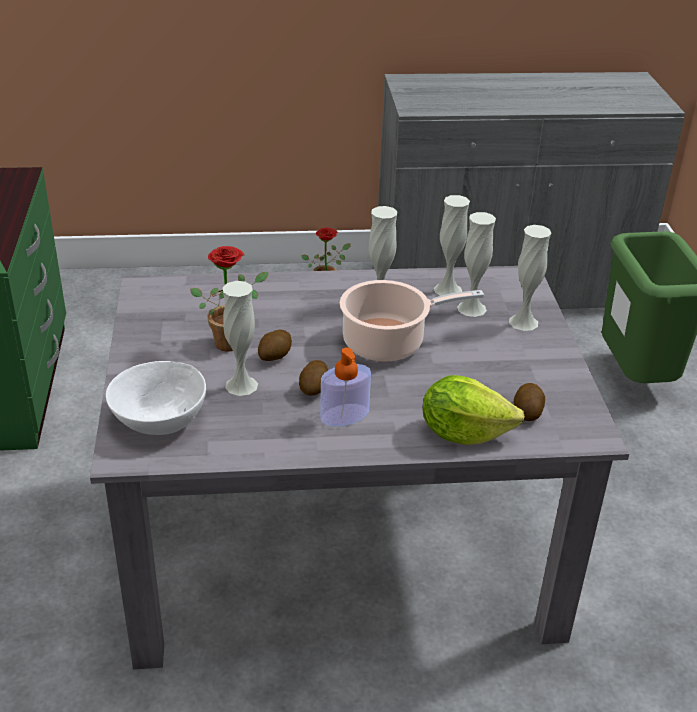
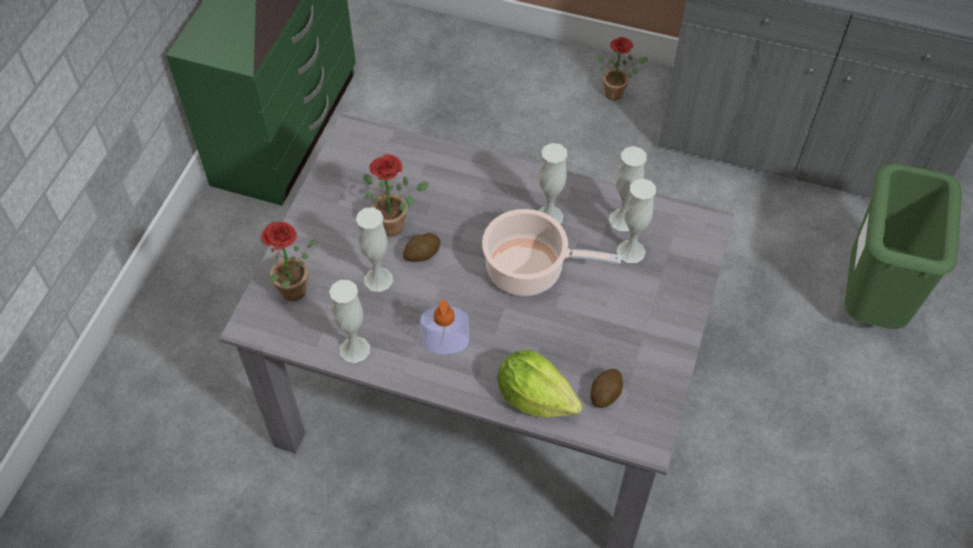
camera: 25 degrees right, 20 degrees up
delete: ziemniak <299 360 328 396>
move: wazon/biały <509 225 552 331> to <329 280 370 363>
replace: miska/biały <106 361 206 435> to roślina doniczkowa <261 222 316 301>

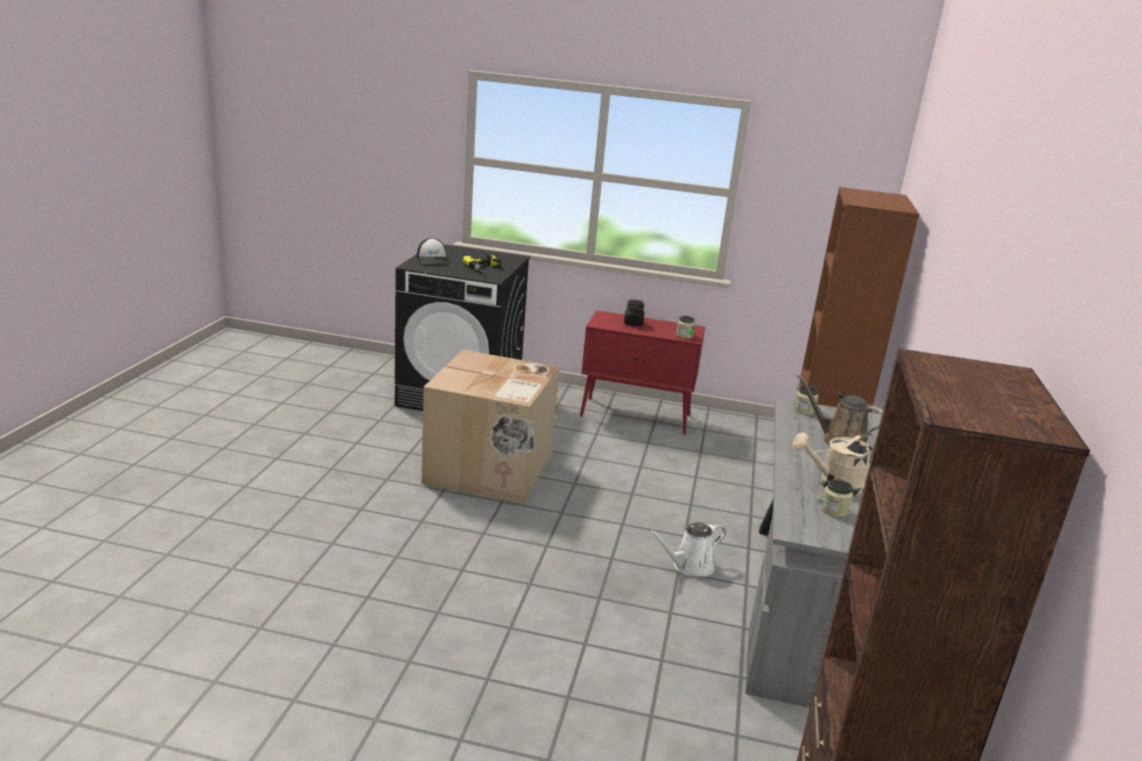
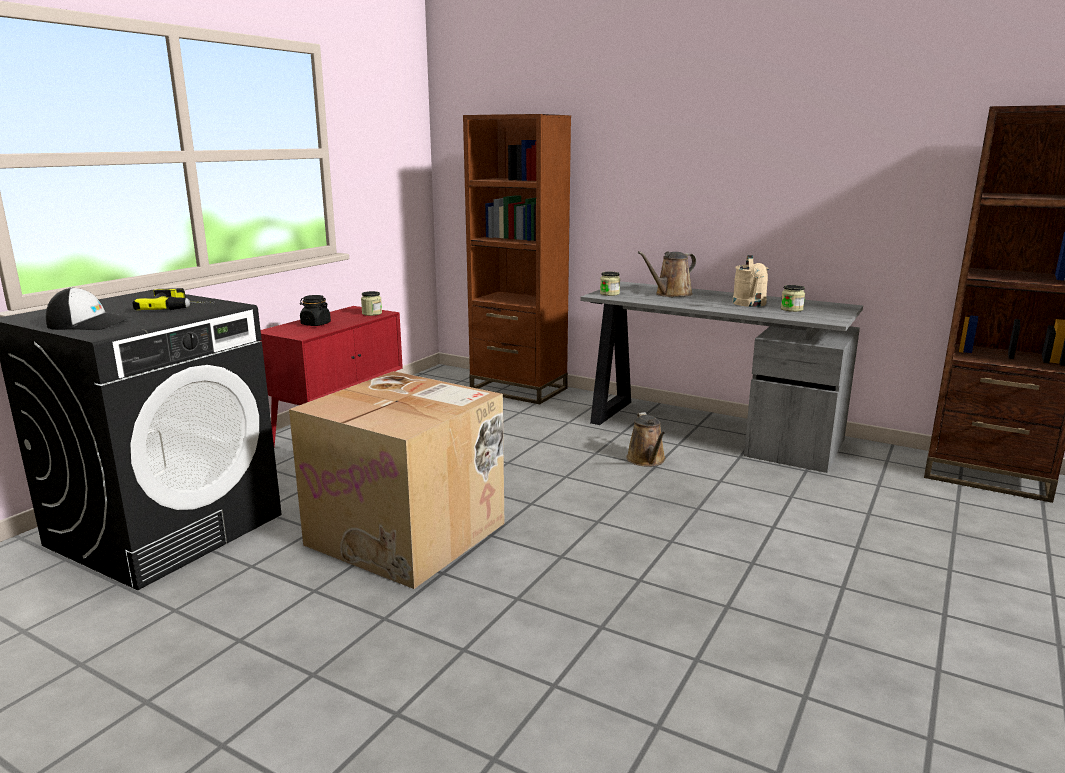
camera: 70 degrees left, 5 degrees down
recolor: konewka/biały <649 522 726 577> to konewka/brązowy <626 412 666 466>

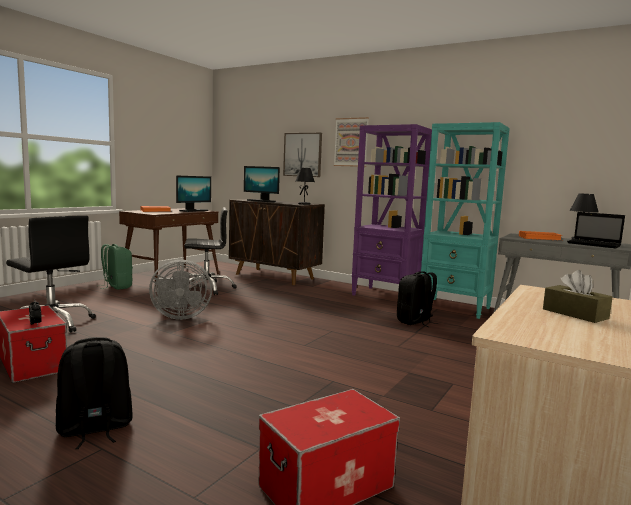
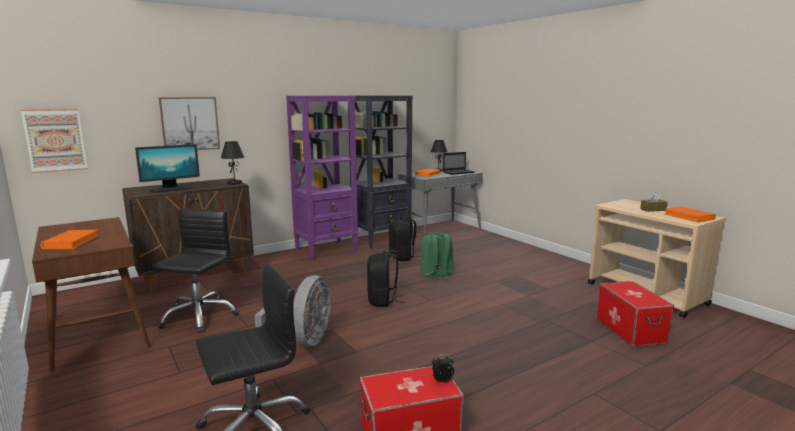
camera: 65 degrees left, 5 degrees up
delete: monitor <176 175 211 212>
insert: książka/pomarańczowy <665 206 716 222>
move: plecak/czarny <56 337 133 449> to <367 250 404 307>; plecak/zielony <101 244 133 290> to <420 232 454 281>; obraz <334 117 369 167> to <21 109 88 173>
recolor: regał/turkusowy <421 122 510 319> to regał/czarny <348 96 413 249>

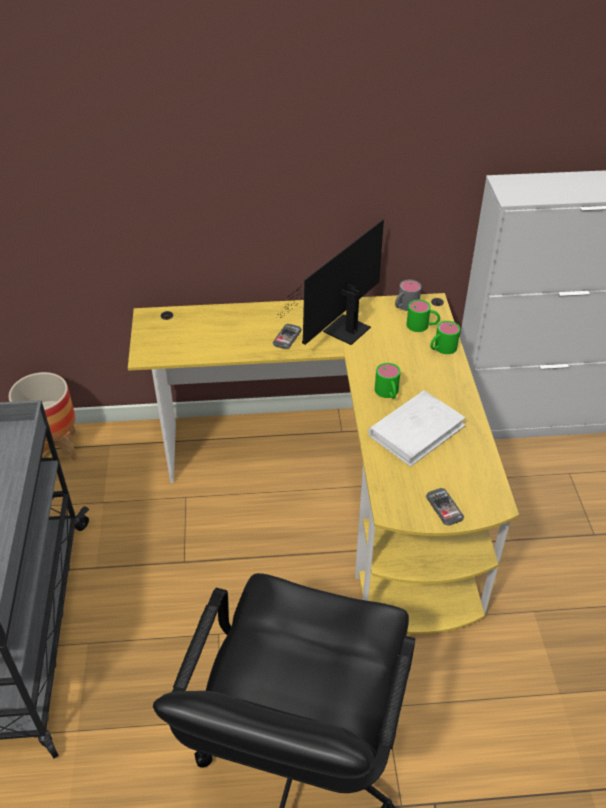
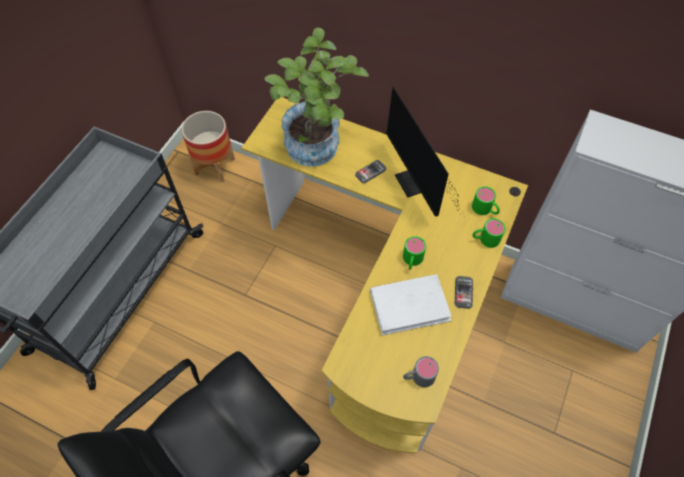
camera: 30 degrees right, 15 degrees up
insert: roślina doniczkowa <264 27 369 166>
move: kubek/szary <395 280 421 311> to <403 356 439 387>; telefon <426 488 464 526> to <455 276 473 309>
rotate: monitor <275 219 384 345> = <386 87 465 217> 90 degrees counterclockwise

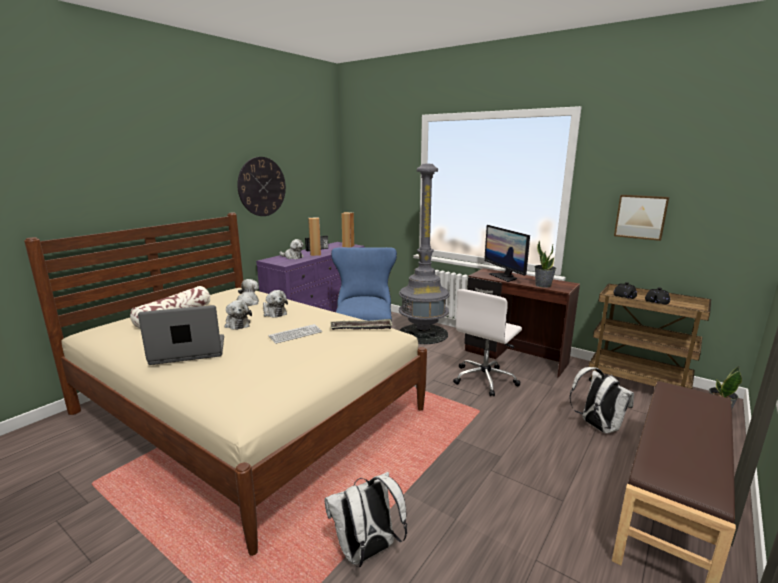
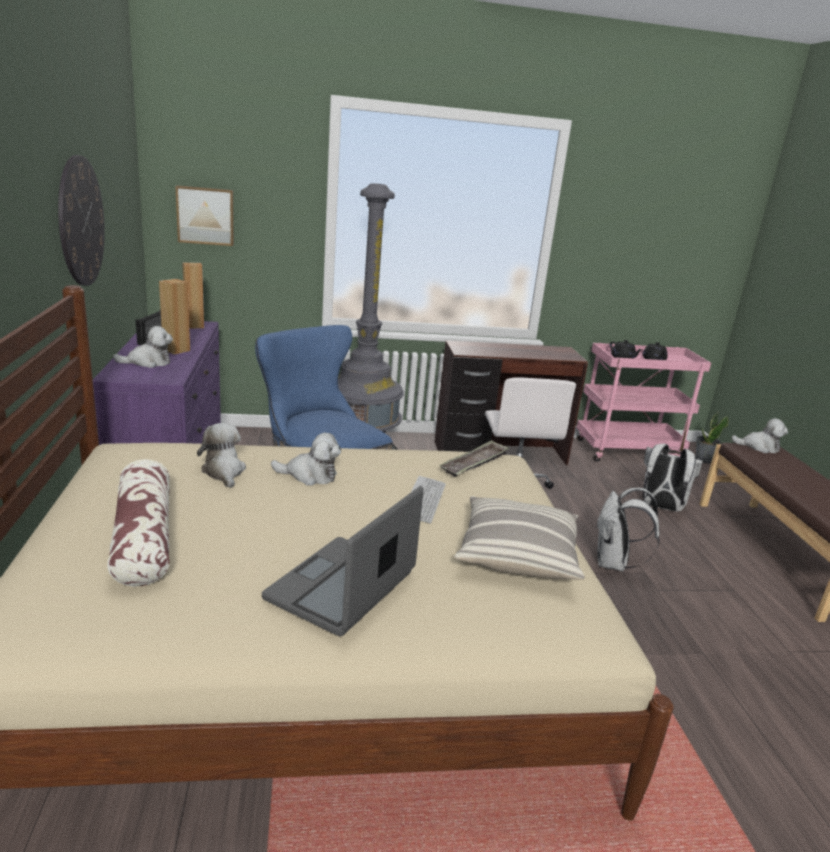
camera: 45 degrees left, 5 degrees up
delete: monitor <484 225 530 282>; roślina doniczkowa <535 241 556 288>
insert: poduszka <454 496 585 580>
move: pluszak <224 300 252 330> to <731 418 788 454>; plecak/biały <324 472 407 567> to <596 488 660 572>; obraz <614 195 669 241> to <175 185 234 246>
recolor: wózek/brązowy <589 283 711 389> to wózek/różowy <576 343 711 461>

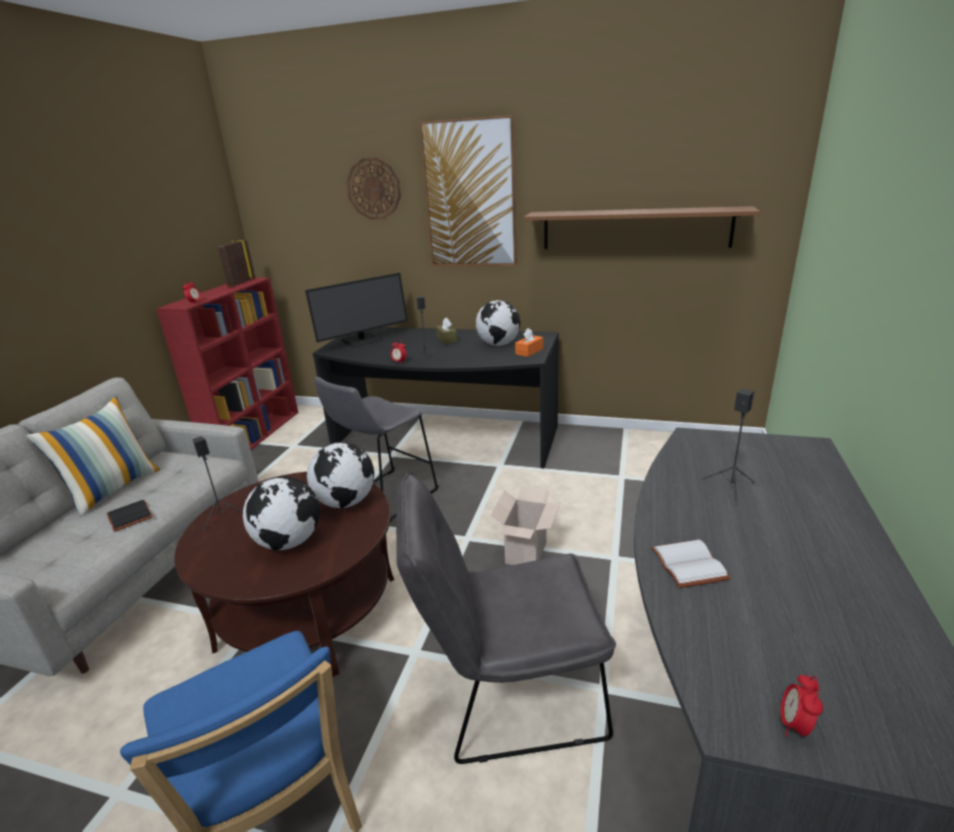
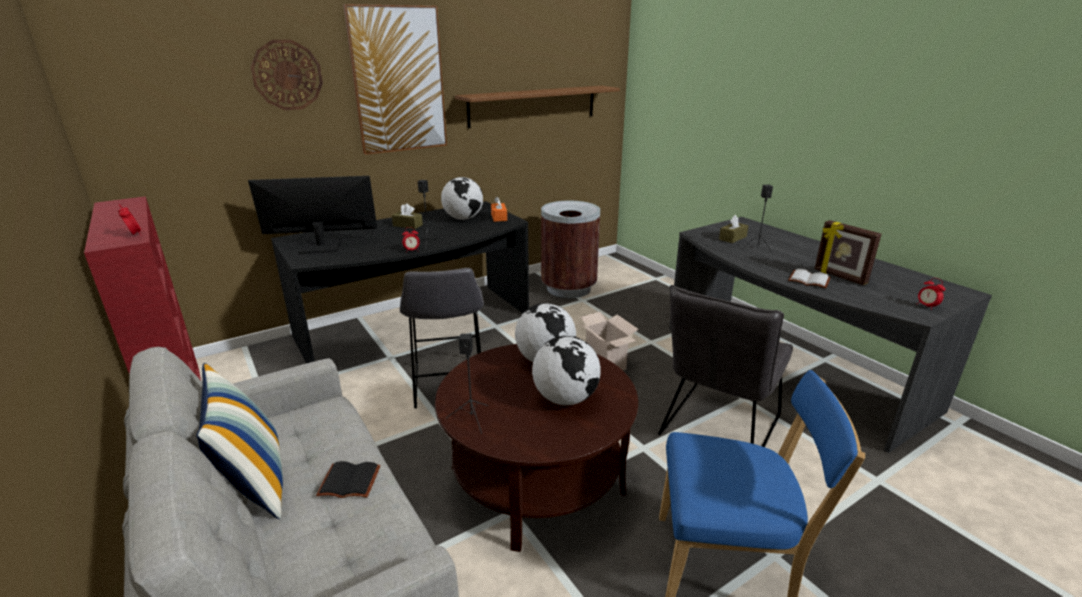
camera: 50 degrees left, 0 degrees up
insert: kosz na śmieci/brązowy <541 201 600 298>; pudełko chusteczek/brązowy <719 215 748 243>
move: ramka na zdjęcie <218 240 255 286> to <814 220 882 285>
rotate: monitor <305 273 408 348> = <248 176 377 254> 105 degrees counterclockwise

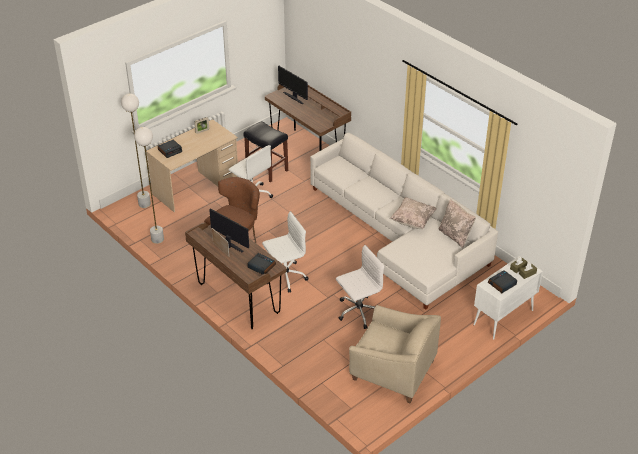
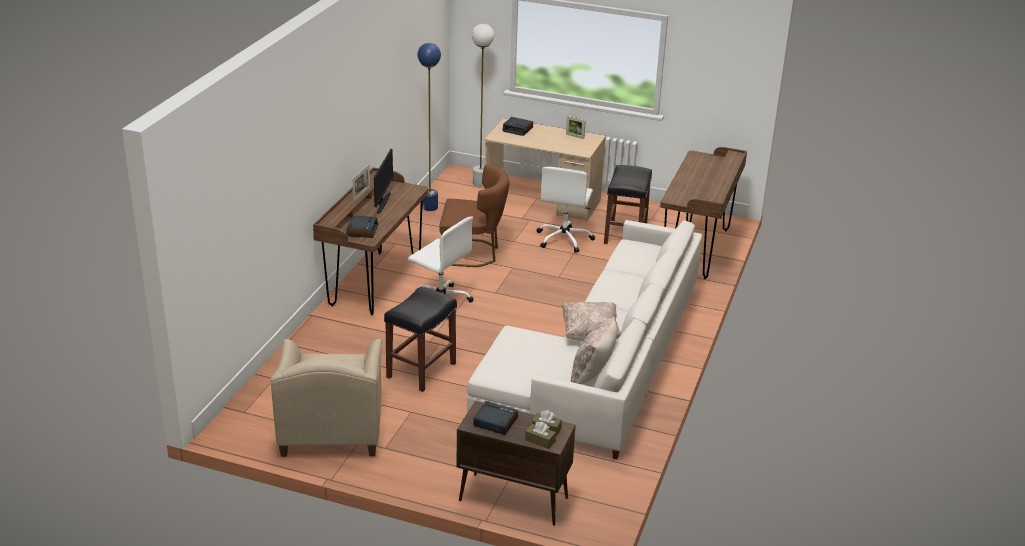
camera: 60 degrees right, 10 degrees down
delete: monitor <278 66 308 104>
replace: krzesło biurowe/biały <336 245 384 329> to stołek/czarny <384 287 457 392>
recolor: lampa stojąca/biały <134 127 164 244> to lampa stojąca/niebieski <417 43 441 211>; szafka/biały <473 256 543 340> to szafka/brązowy <457 401 576 526>

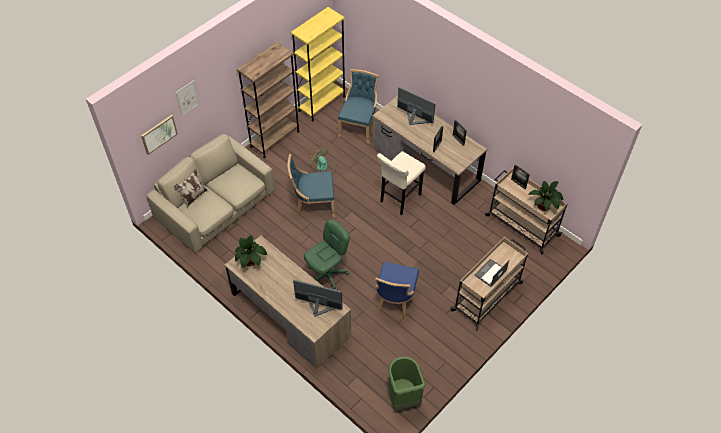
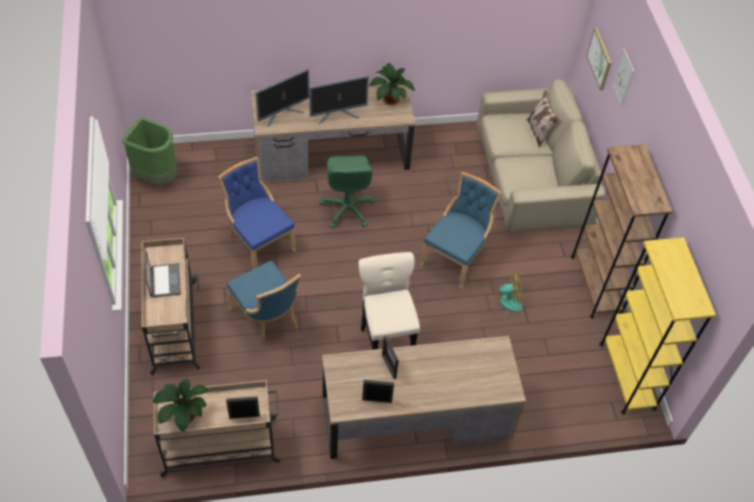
camera: 125 degrees right, 0 degrees up
move: krzesło/niebieski <338 69 379 143> to <227 260 301 346>; monitor <397 87 436 125> to <309 76 369 124>

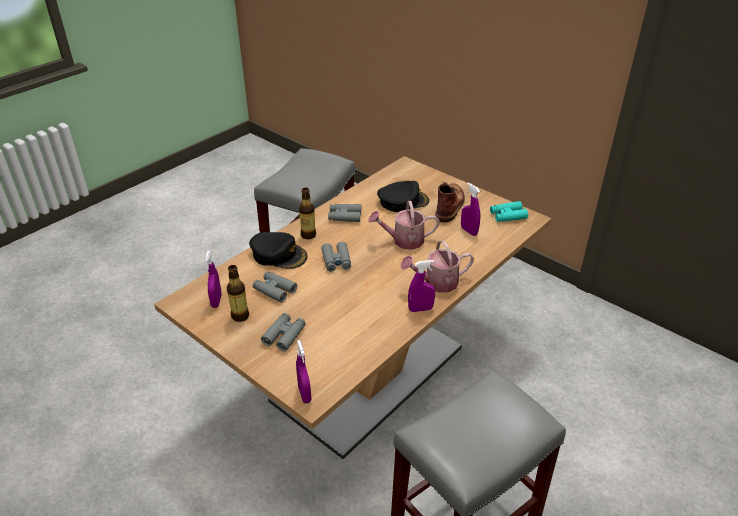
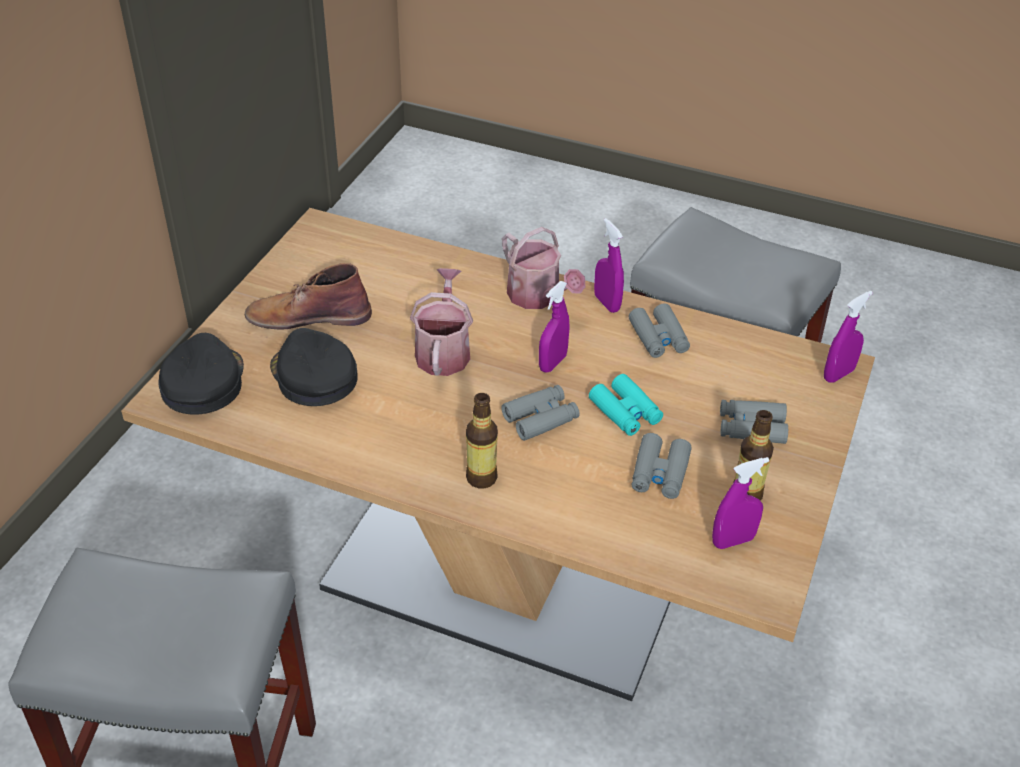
camera: 110 degrees left, 5 degrees up
move: czapka z daszkiem/czarny <249 232 308 269> to <159 333 244 414>; lornetka/szary <328 204 362 222> to <629 303 690 358>; spryskiwacz/fioletowy <461 183 480 236> to <539 281 570 373>; lornetka/turkusowy <490 201 528 222> to <589 374 663 436>
rotate: konewka <368 201 440 250> = <410 268 473 376> 150 degrees counterclockwise

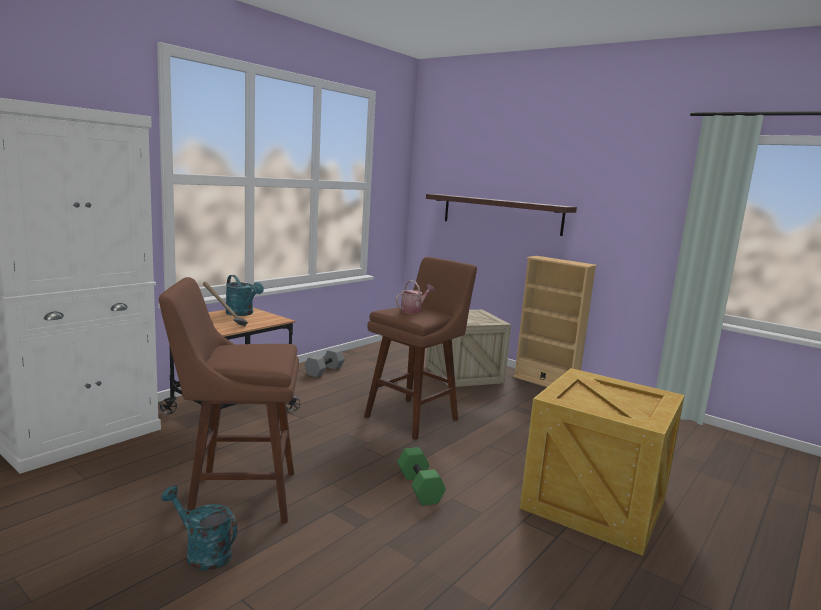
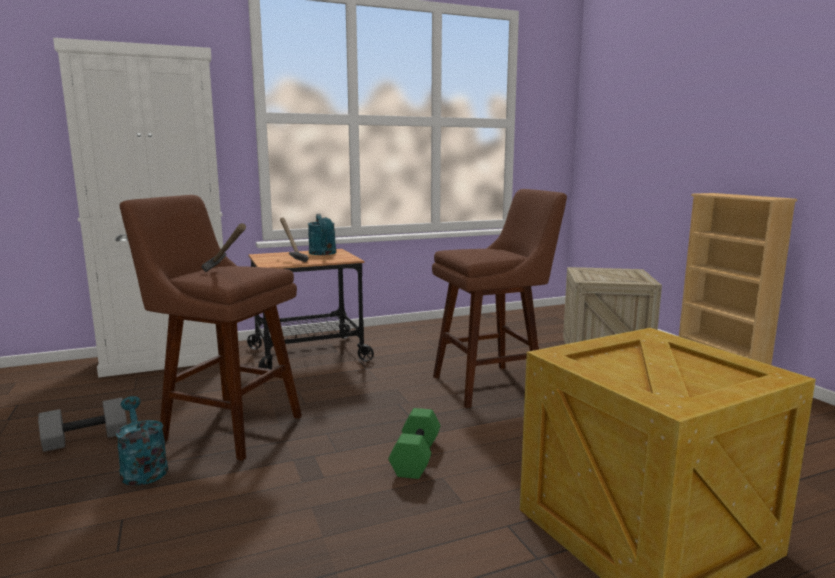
camera: 30 degrees right, 0 degrees up
delete: konewka <396 280 434 314>; półka <426 194 577 236>
insert: młotek <201 223 246 272>
move: hantel/szary <304 348 345 378> to <38 397 127 452>

